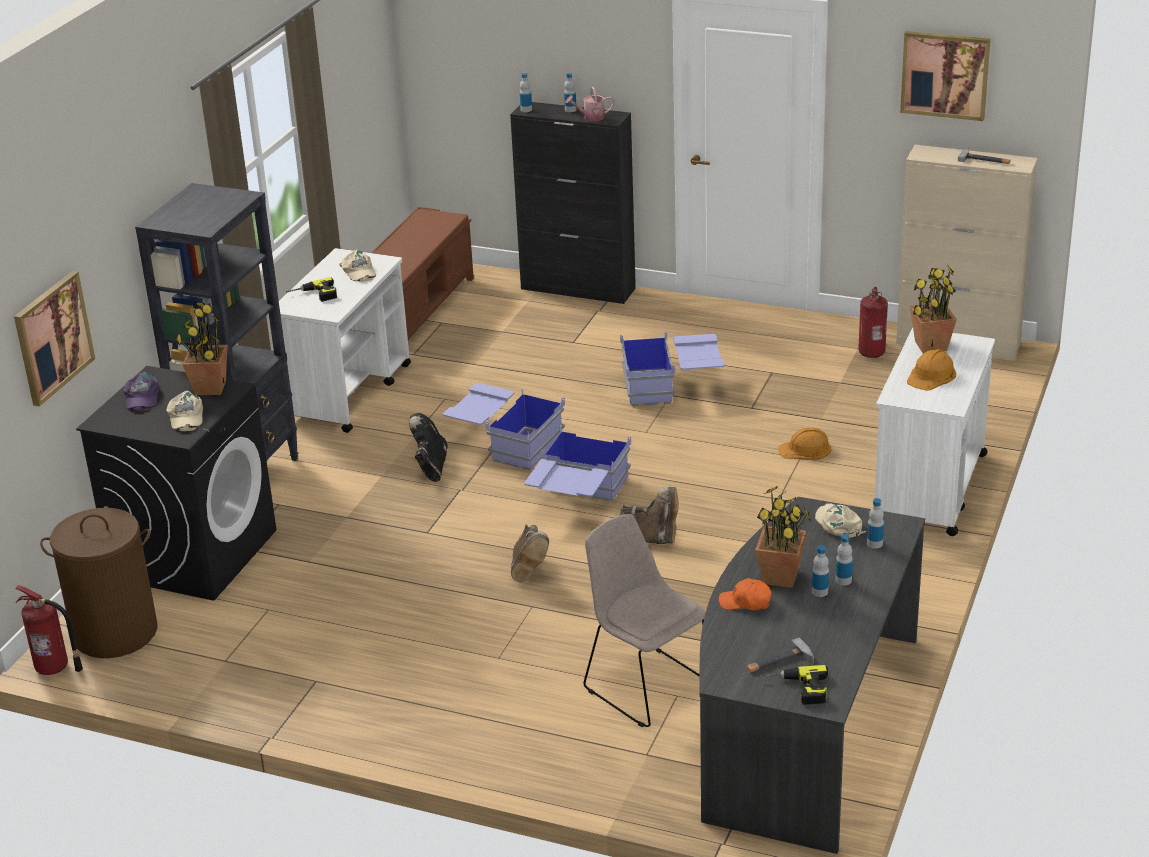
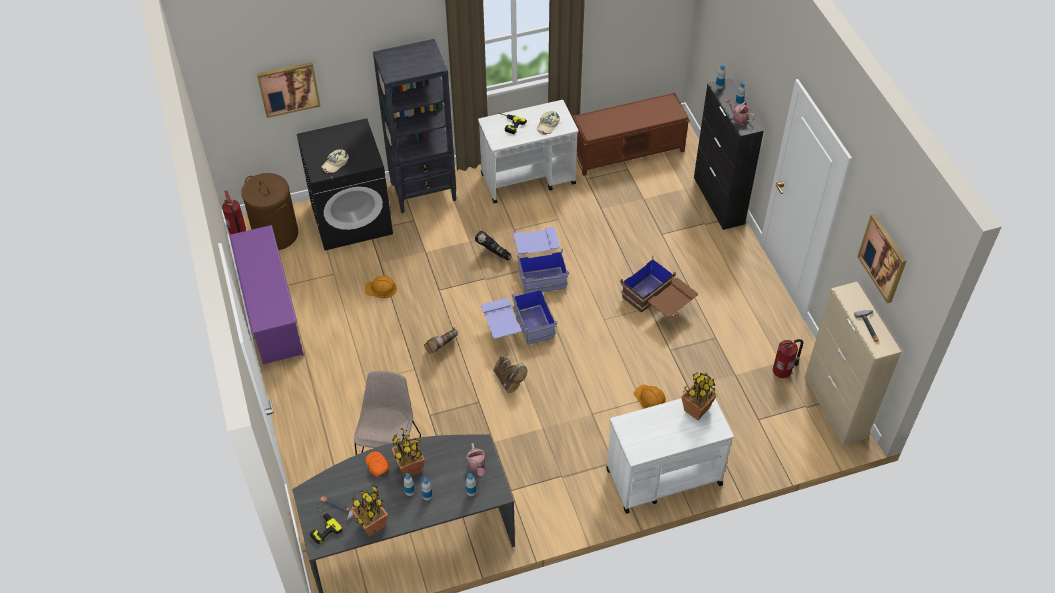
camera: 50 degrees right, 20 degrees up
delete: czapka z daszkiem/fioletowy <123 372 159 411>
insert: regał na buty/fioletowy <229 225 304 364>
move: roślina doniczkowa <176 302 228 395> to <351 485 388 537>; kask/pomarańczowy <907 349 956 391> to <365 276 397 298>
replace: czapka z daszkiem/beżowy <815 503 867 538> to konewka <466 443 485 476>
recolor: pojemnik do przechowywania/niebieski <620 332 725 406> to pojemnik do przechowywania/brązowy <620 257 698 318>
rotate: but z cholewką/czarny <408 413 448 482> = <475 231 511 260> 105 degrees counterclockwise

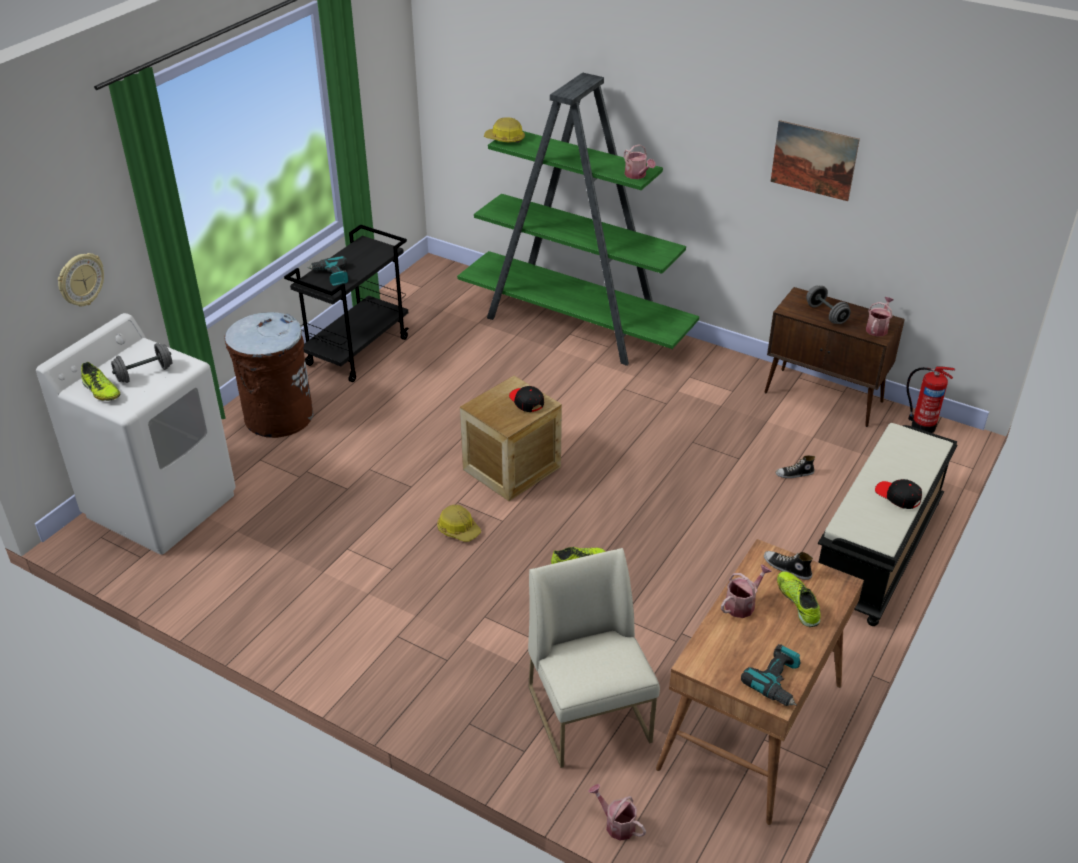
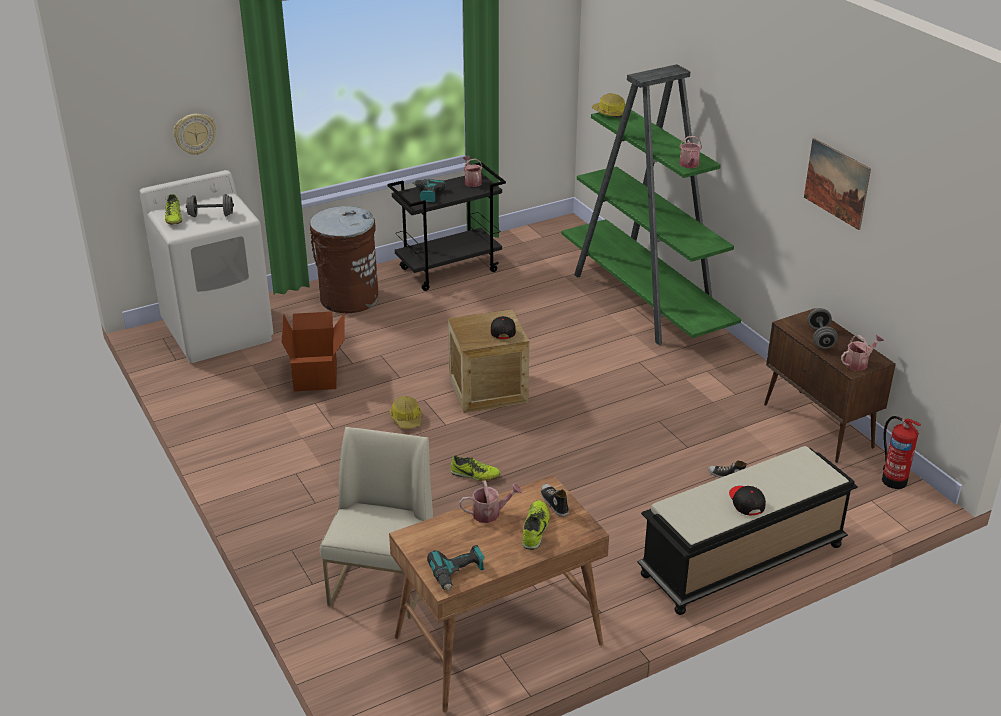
camera: 30 degrees right, 5 degrees down
insert: karton <281 312 344 392>
move: konewka <589 784 646 841> to <463 156 483 187>

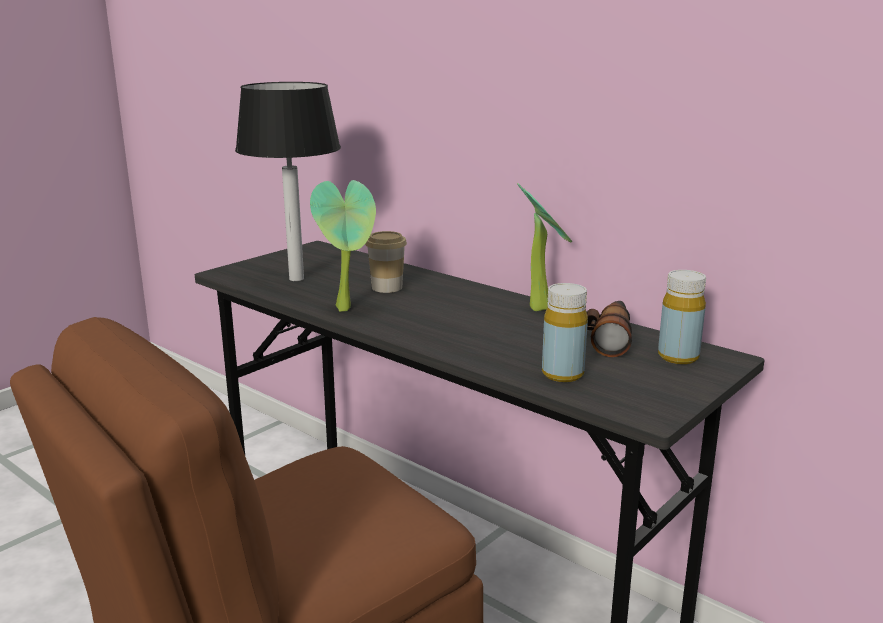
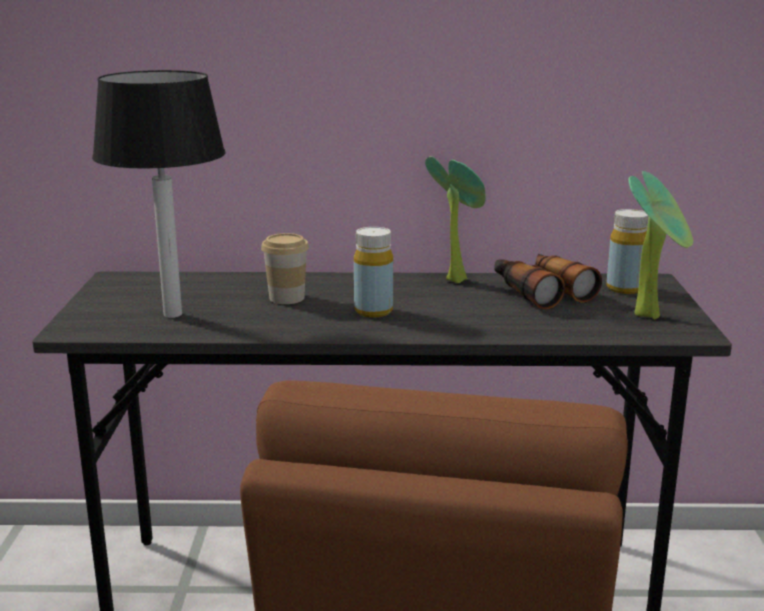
camera: 40 degrees left, 0 degrees up
move: roślina doniczkowa <310 180 376 312> to <628 171 693 319>; butelka/żółty <542 283 588 382> to <354 227 393 318>

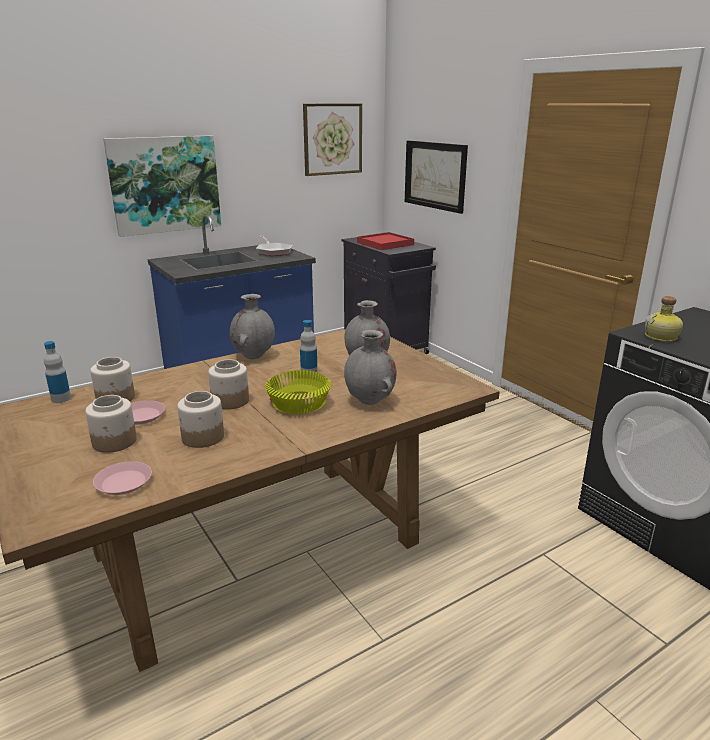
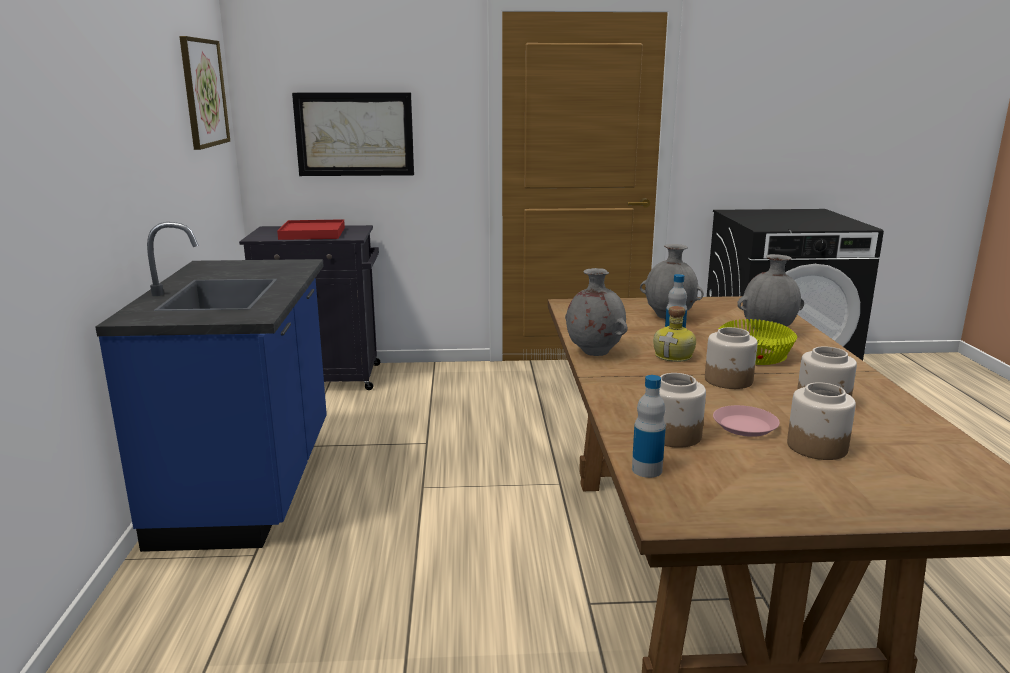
camera: 60 degrees left, 5 degrees down
delete: talerz/różowy <93 461 152 495>; obraz <103 135 221 237>; patelnia <256 236 293 256>
move: butelka <645 296 683 342> to <653 306 696 362>

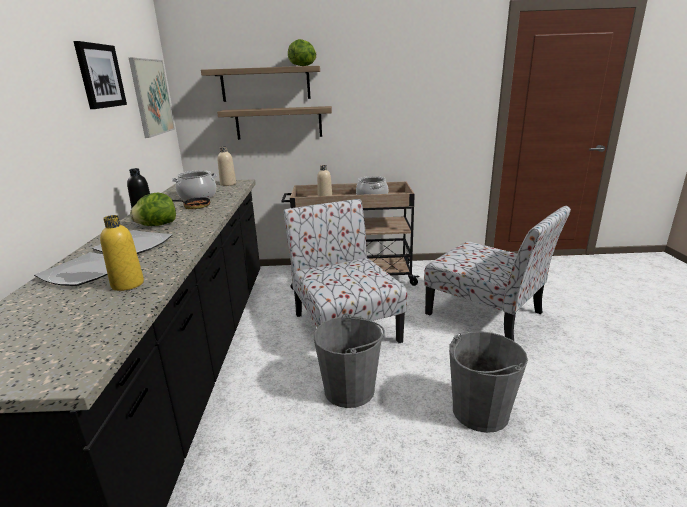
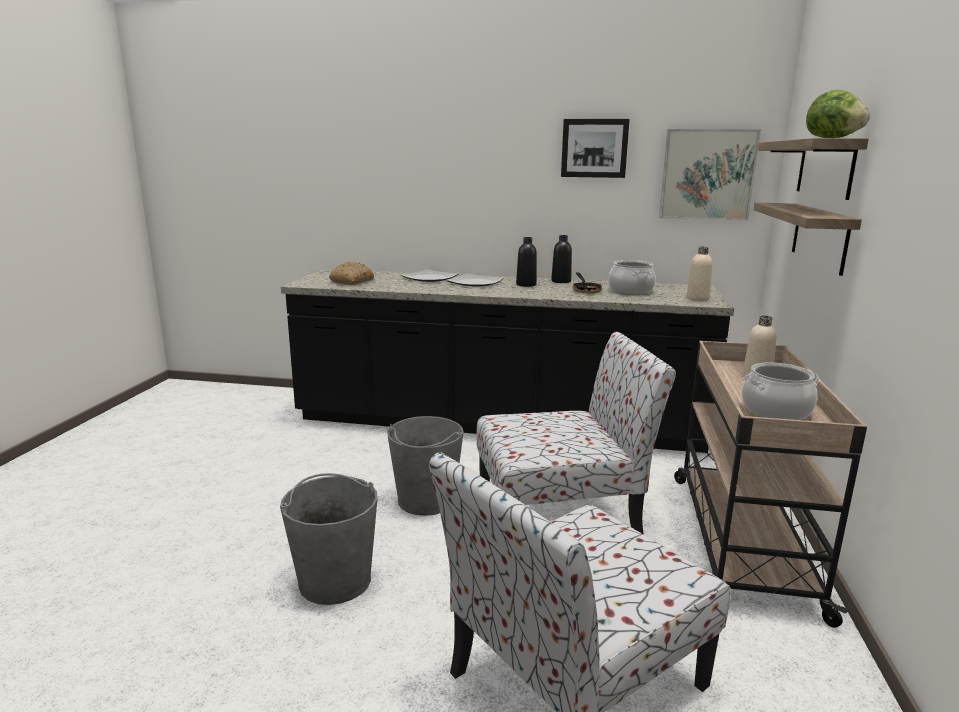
camera: 100 degrees right, 5 degrees down
delete: butelka/żółty <100 215 144 291>
insert: chleb <329 262 374 285>
replace: sałata <130 193 176 226> to butelka/czarny <516 237 537 287>

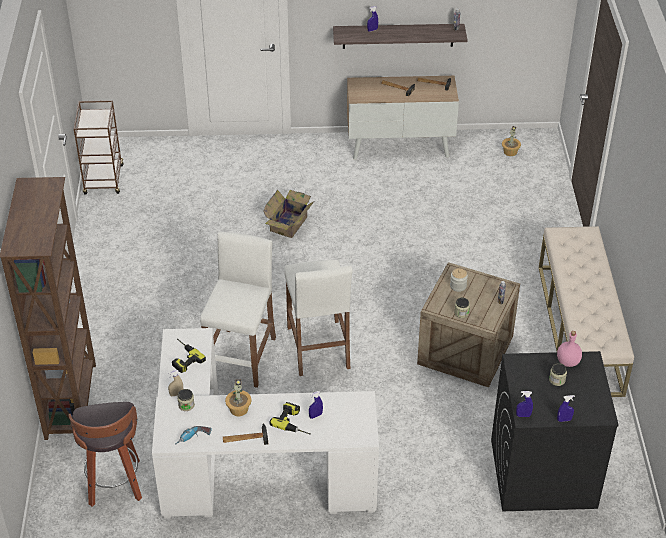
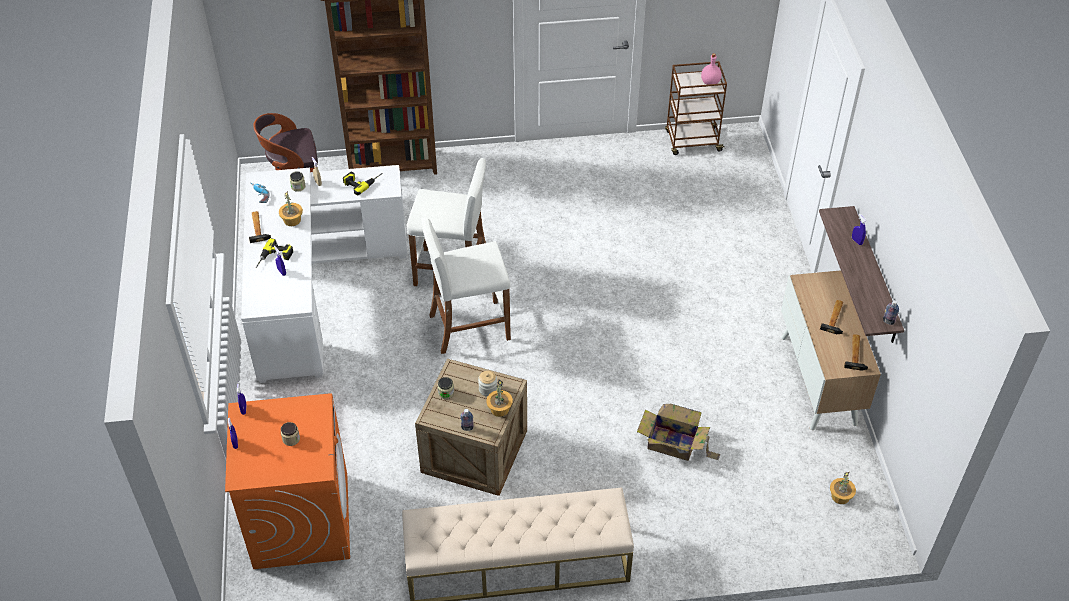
camera: 85 degrees right, 5 degrees up
insert: roślina doniczkowa <486 379 513 417>
move: karton <263 190 314 238> to <637 404 720 461>; butelka/różowy <557 331 582 367> to <701 53 721 85>
recolor: pralka/czarny <491 351 619 511> to pralka/pomarańczowy <225 393 350 569>

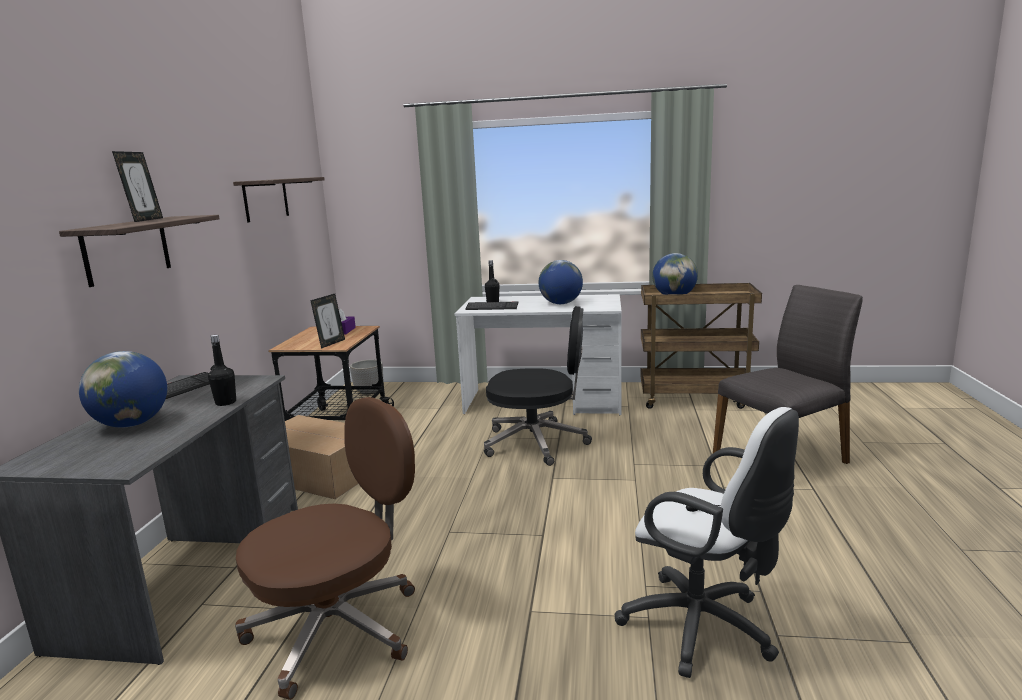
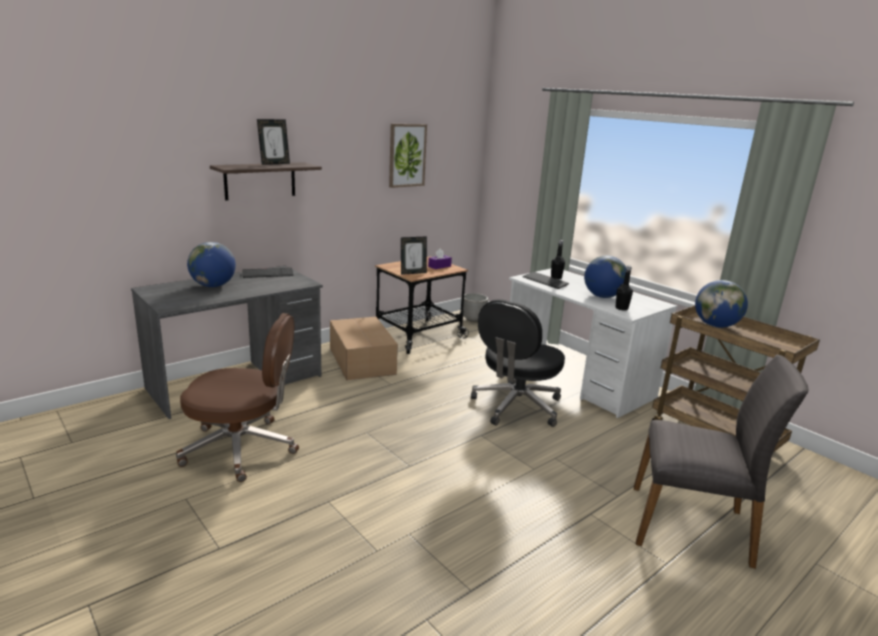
camera: 40 degrees right, 5 degrees up
delete: krzesło biurowe/biały <615 407 799 678>
move: butelka/czarny <208 335 236 406> to <616 265 633 311>
replace: półka <233 177 325 223> to obraz <389 124 427 188>
rotate: krzesło biurowe/czarny <484 306 592 466> = <471 299 565 427> 75 degrees clockwise

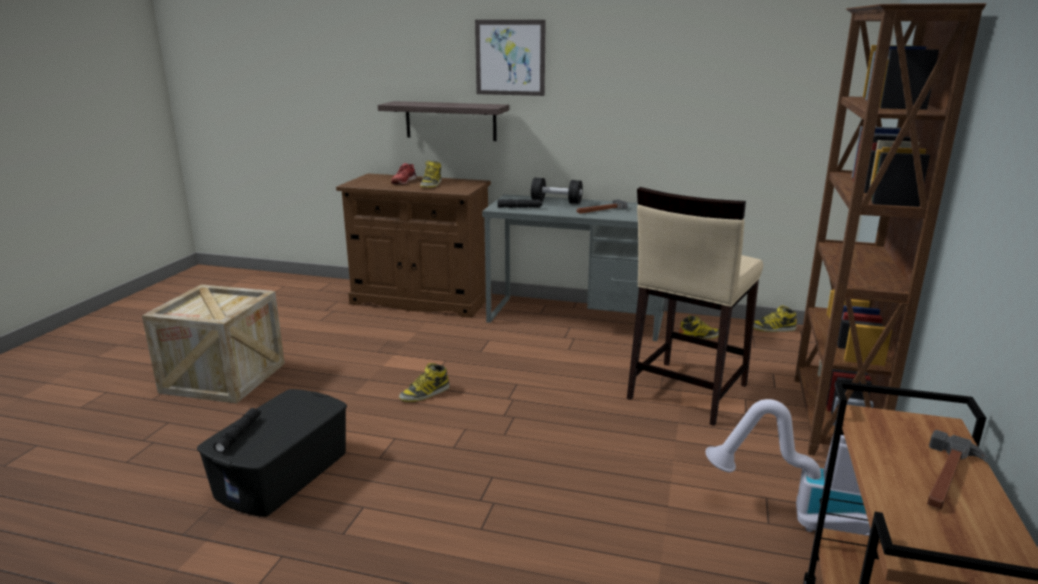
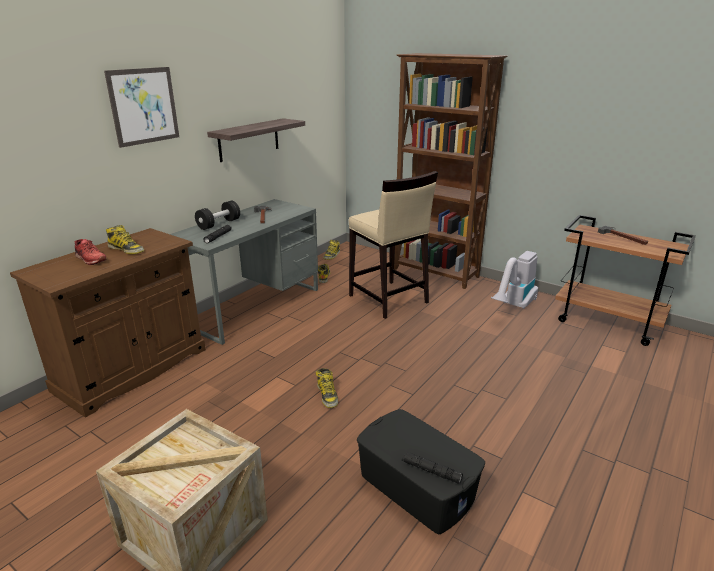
camera: 70 degrees left, 5 degrees up
move: półka <378 101 509 141> to <207 118 305 162>

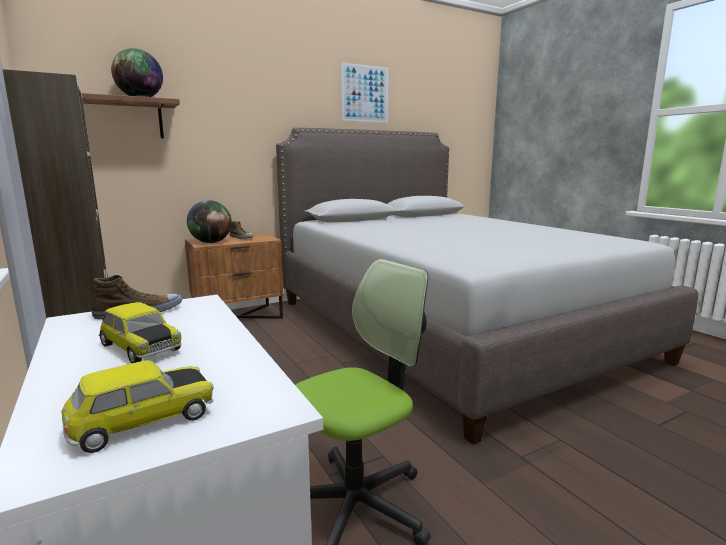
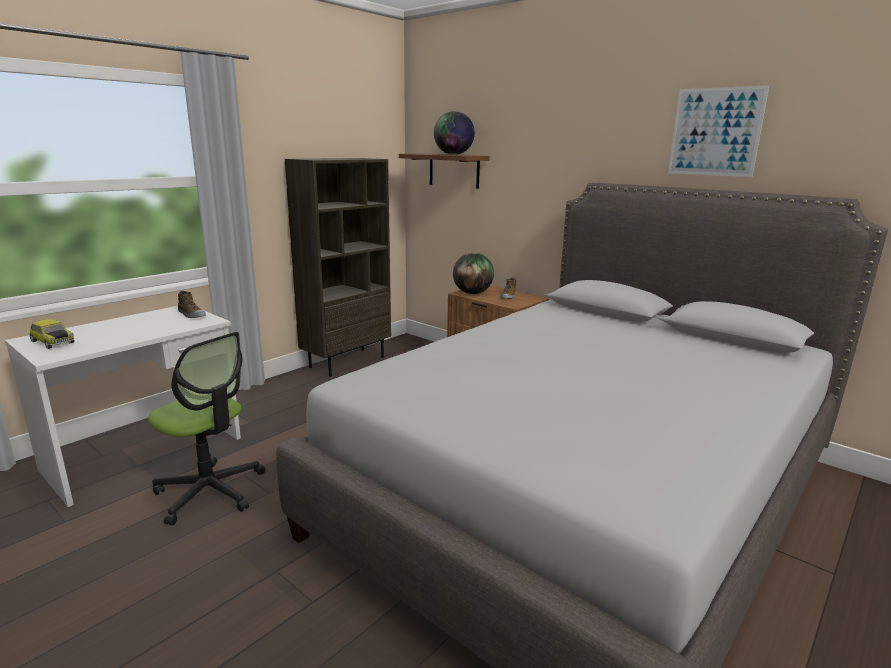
camera: 70 degrees right, 5 degrees up
delete: samochodzik <99 302 182 363>

